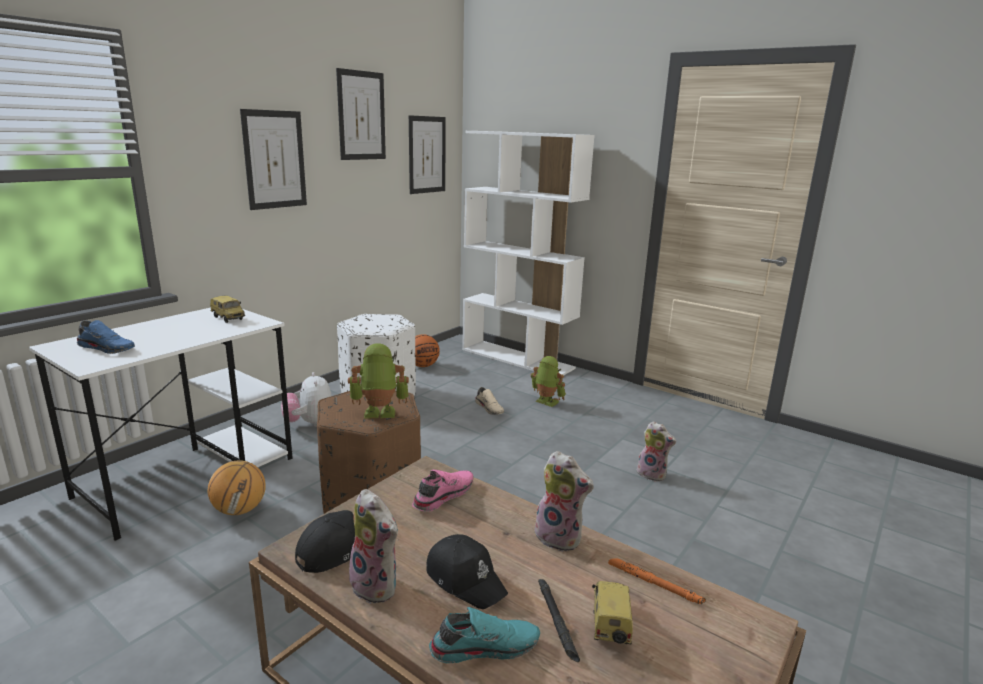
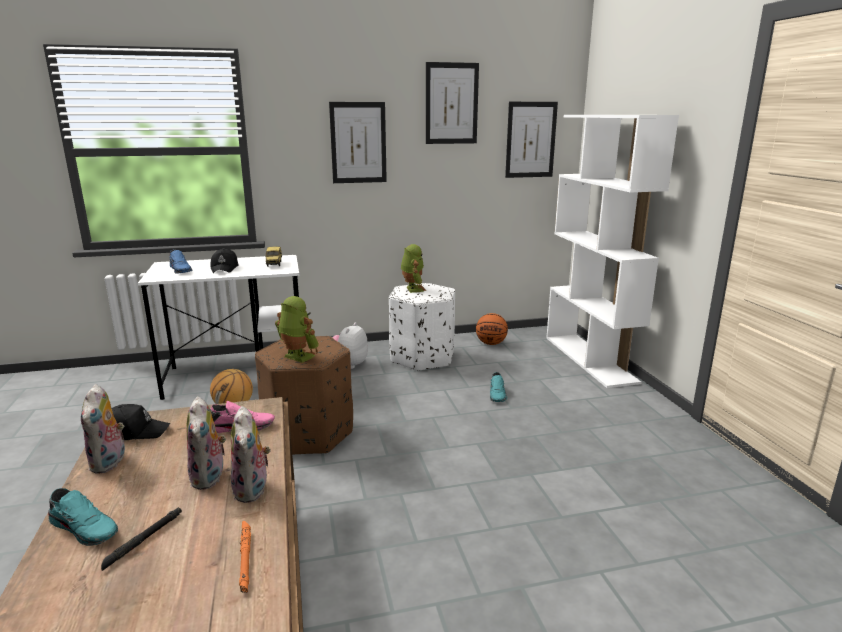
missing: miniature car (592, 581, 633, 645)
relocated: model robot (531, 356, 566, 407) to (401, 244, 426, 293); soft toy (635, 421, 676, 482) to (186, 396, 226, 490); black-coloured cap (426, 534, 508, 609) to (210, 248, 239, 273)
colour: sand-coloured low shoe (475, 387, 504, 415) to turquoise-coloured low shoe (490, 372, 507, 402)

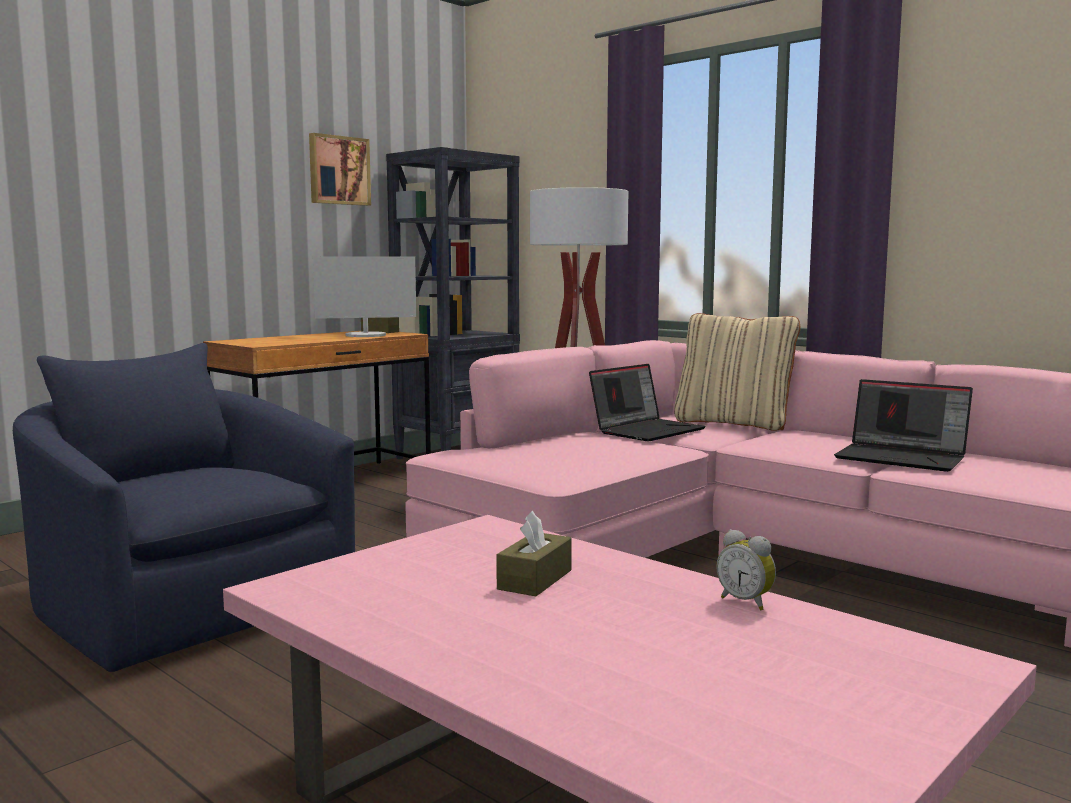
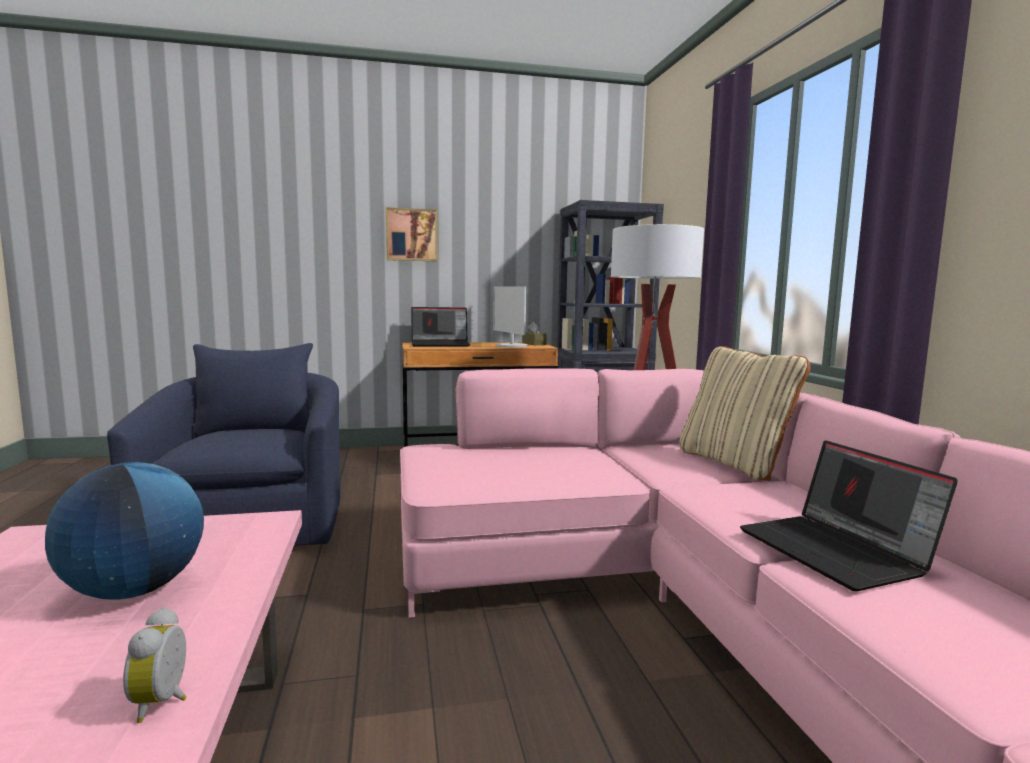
relocated: wall art (309, 133, 371, 206) to (386, 207, 438, 261); portable computer (589, 364, 706, 441) to (411, 307, 470, 347)
exchanged: brown-coloured tissue holder (496, 511, 572, 596) to globe (45, 462, 204, 599)
spun: monitor (313, 256, 416, 337) = (493, 286, 527, 347) 45 degrees clockwise

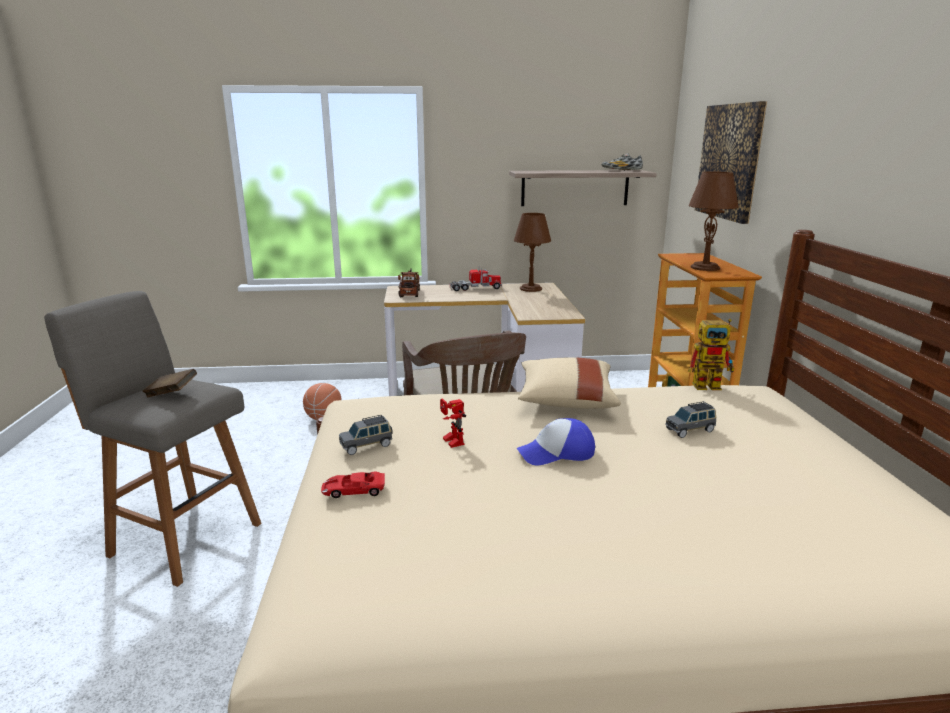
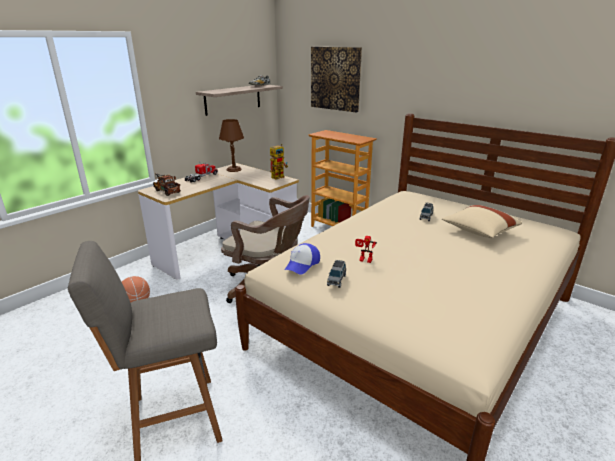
missing: brown-coloured lamp for a table (689, 171, 739, 271); brown-coloured volume (142, 369, 197, 397); reddish miniature car (321, 472, 385, 498)
relocated: model robot (688, 319, 735, 390) to (270, 144, 288, 180); sand-coloured cushion (518, 357, 621, 409) to (442, 205, 522, 238); cap (517, 418, 595, 466) to (285, 243, 320, 275)

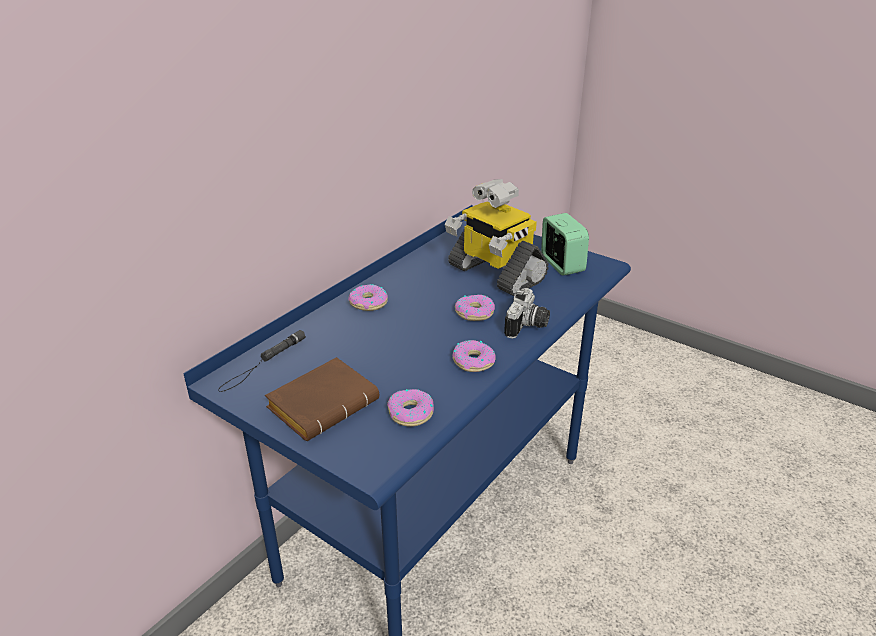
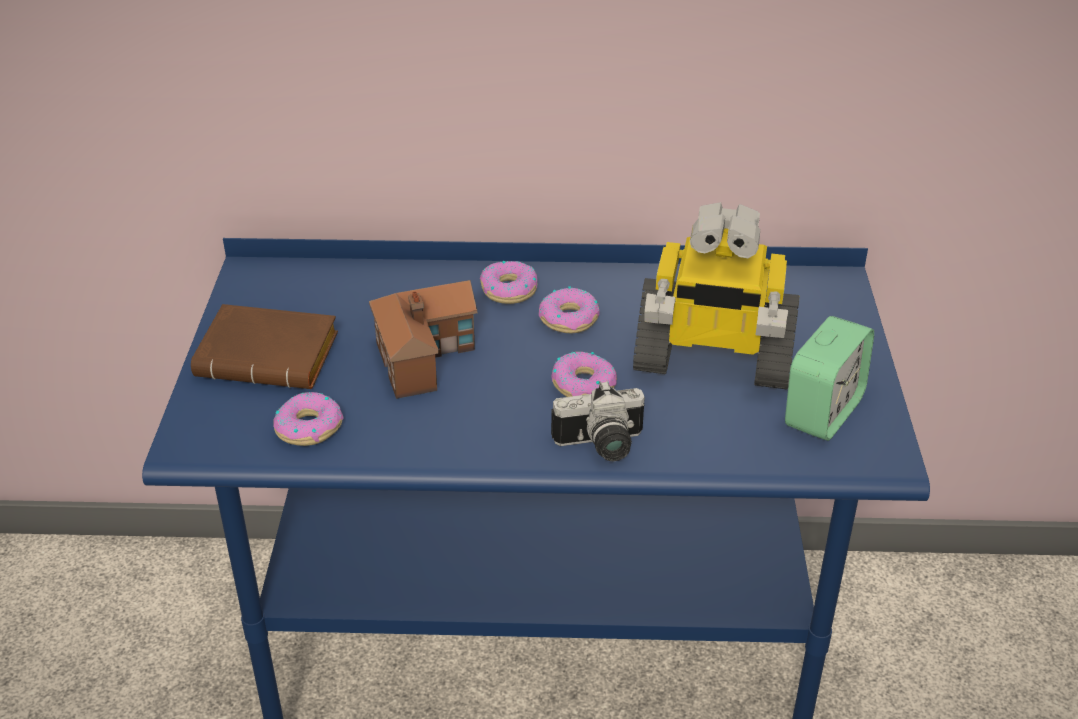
missing: black-coloured torch (218, 330, 306, 392)
appeared: miniature house (369, 280, 477, 399)
relocated: donut (452, 340, 496, 372) to (539, 286, 600, 333)
spun: model robot (445, 179, 548, 296) = (633, 202, 800, 389) 90 degrees counterclockwise

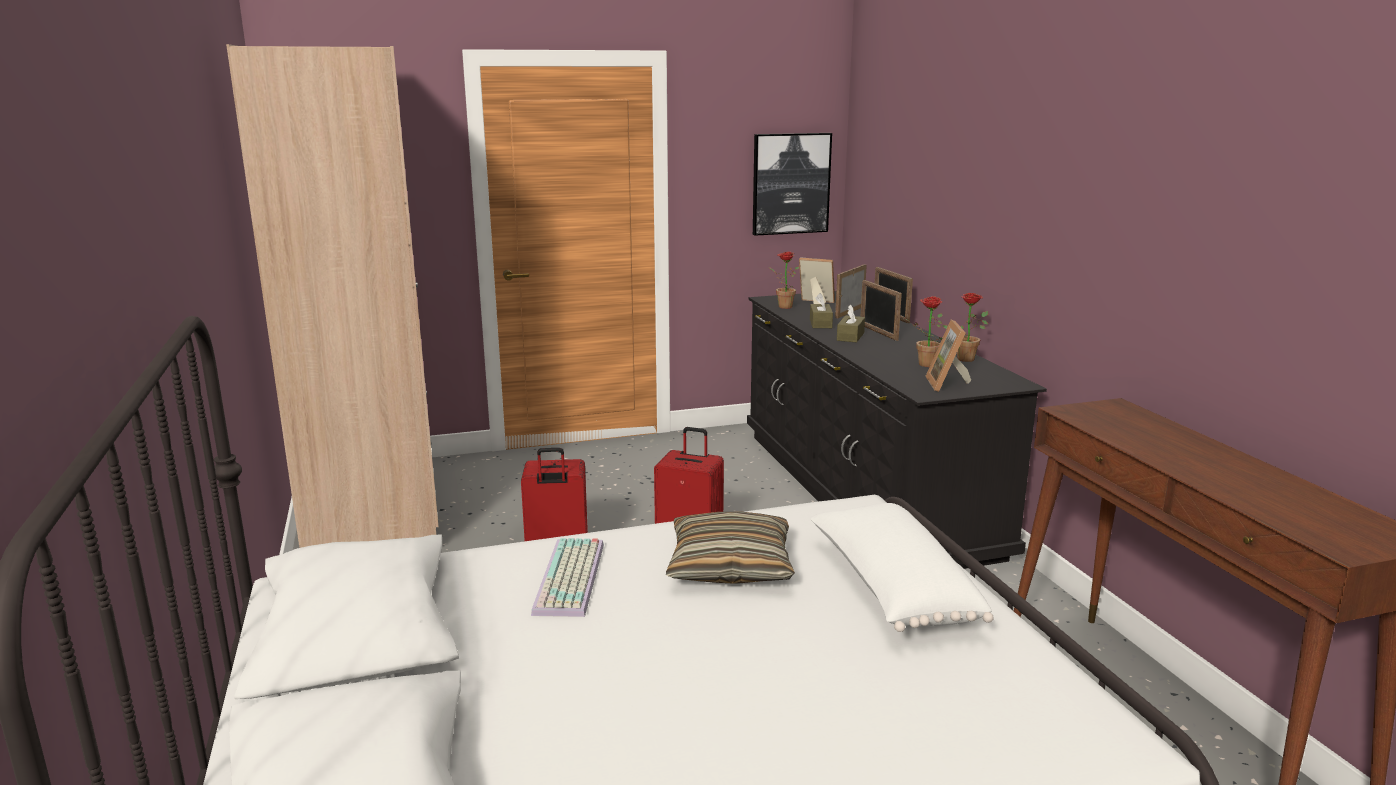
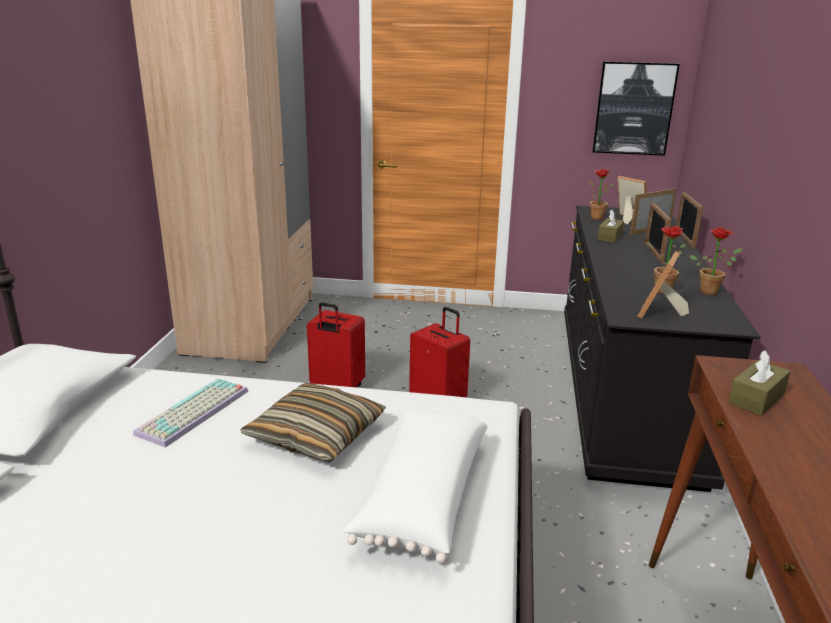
relocated: brown-coloured tissue holder (837, 305, 865, 343) to (728, 350, 791, 416)

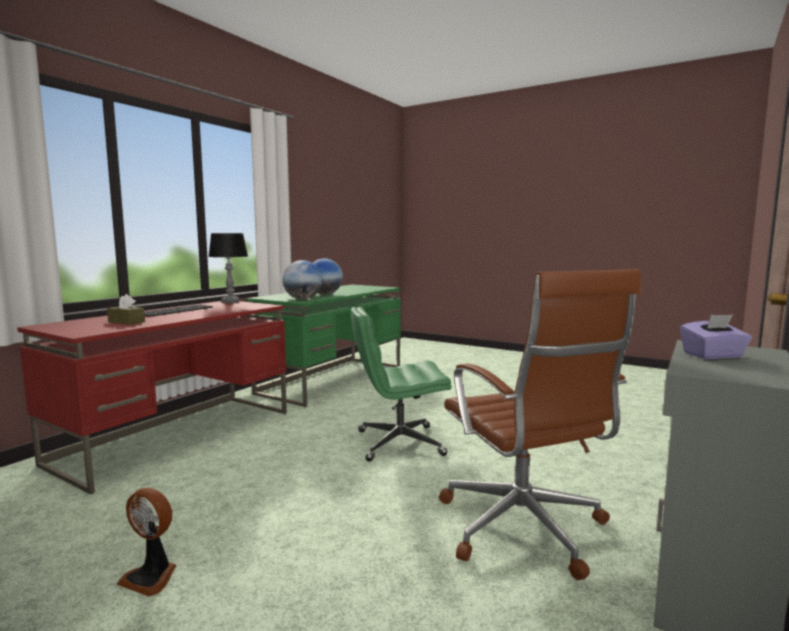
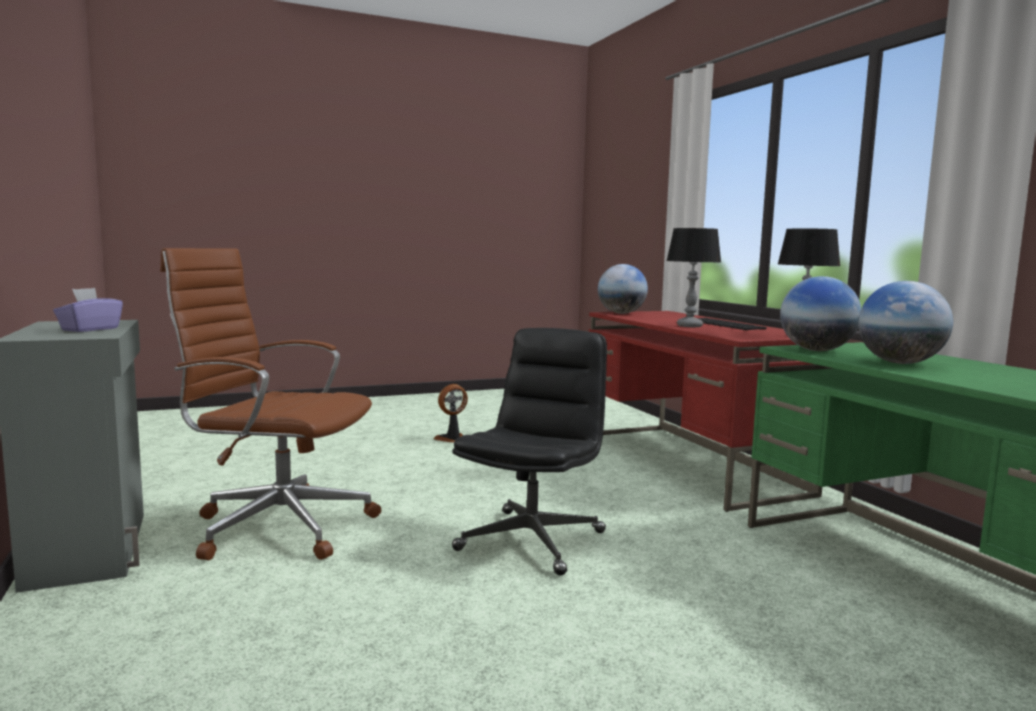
missing: brown-coloured tissue holder (107, 294, 145, 325)
appeared: lamp for a table (666, 228, 721, 327); globe (598, 264, 648, 314)
colour: greenish office chair (351, 306, 452, 462) to black-coloured office chair (452, 328, 607, 575)

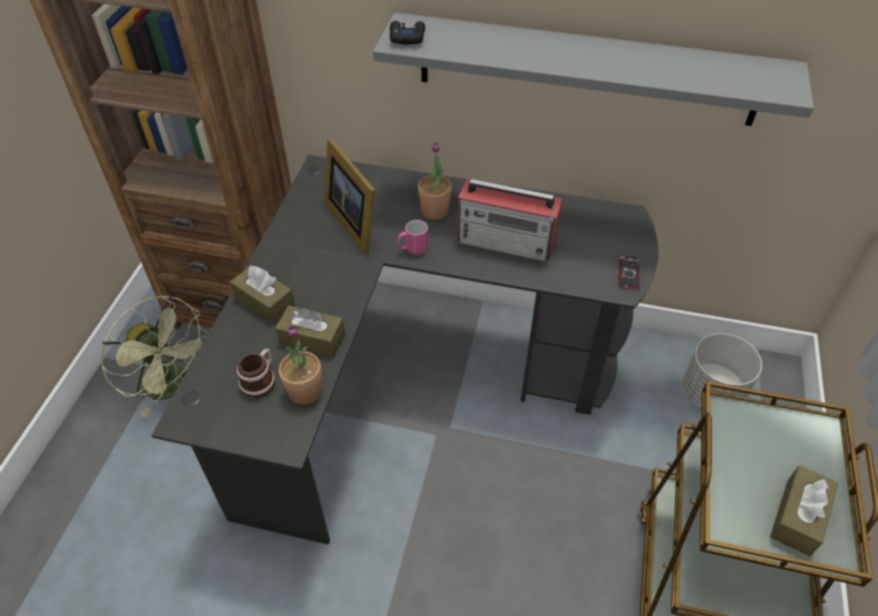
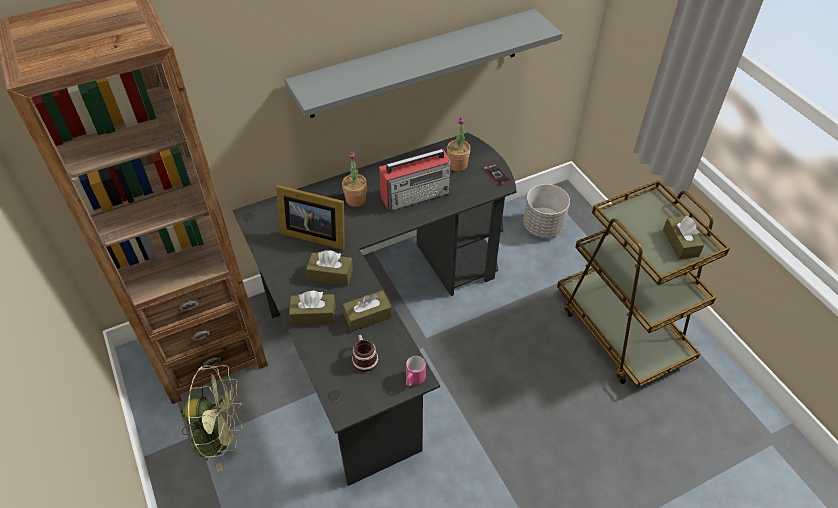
missing: black-coloured joypad (390, 21, 425, 45)
appeared: brown-coloured tissue holder (306, 250, 353, 286)
relocated: pink mug (397, 220, 428, 255) to (406, 356, 426, 386); houseplant (279, 325, 322, 405) to (447, 117, 471, 171)

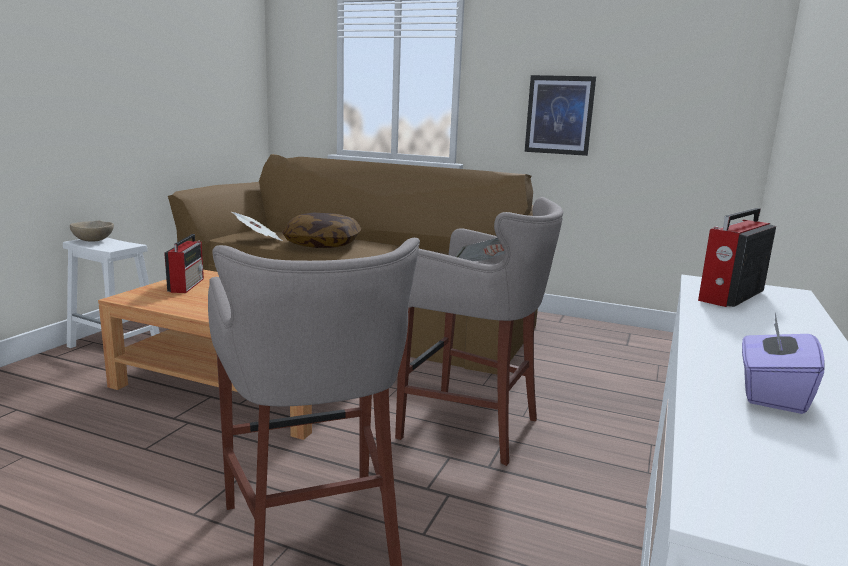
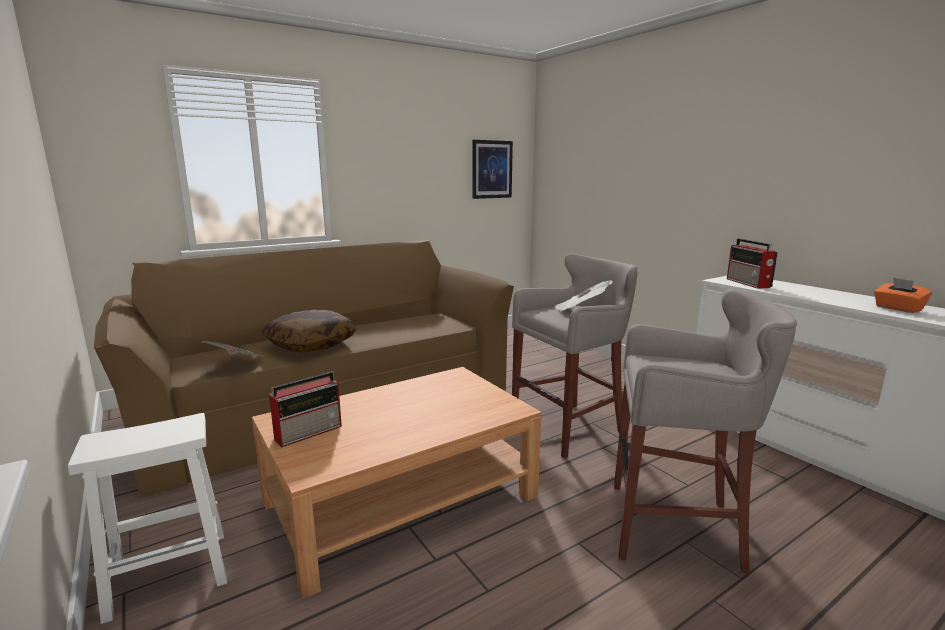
missing: sand-coloured deep dish (70, 221, 114, 242)
relocated: wall art (525, 75, 596, 156) to (472, 140, 513, 199)
colour: purplish tissue holder (742, 312, 825, 414) to orangey tissue holder (874, 277, 933, 313)
spun: radio receiver (164, 234, 204, 293) = (269, 371, 342, 448) 105 degrees clockwise

